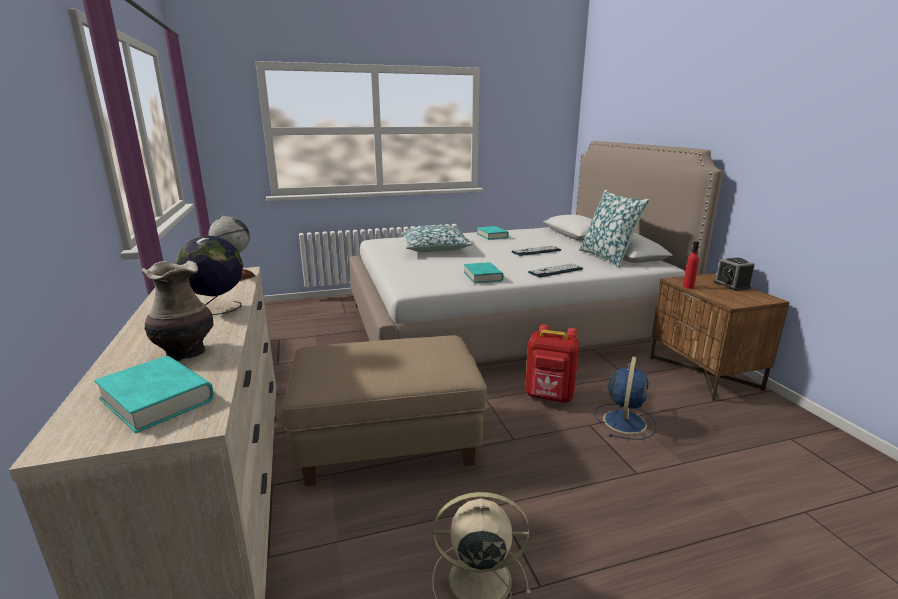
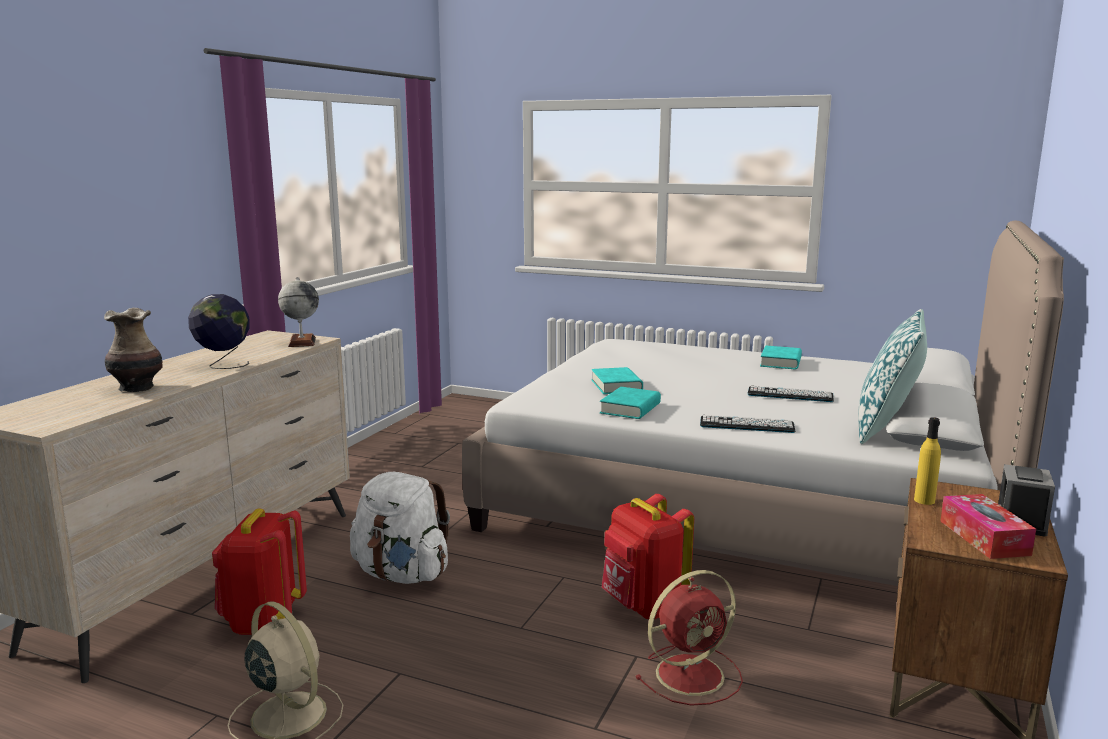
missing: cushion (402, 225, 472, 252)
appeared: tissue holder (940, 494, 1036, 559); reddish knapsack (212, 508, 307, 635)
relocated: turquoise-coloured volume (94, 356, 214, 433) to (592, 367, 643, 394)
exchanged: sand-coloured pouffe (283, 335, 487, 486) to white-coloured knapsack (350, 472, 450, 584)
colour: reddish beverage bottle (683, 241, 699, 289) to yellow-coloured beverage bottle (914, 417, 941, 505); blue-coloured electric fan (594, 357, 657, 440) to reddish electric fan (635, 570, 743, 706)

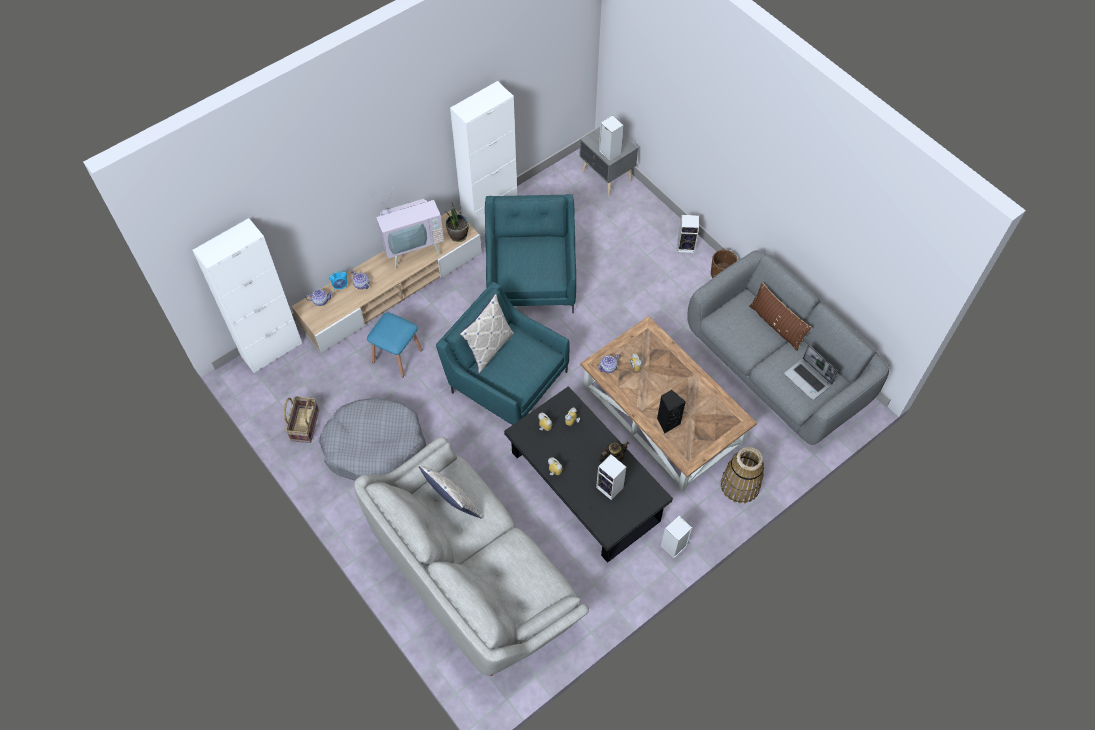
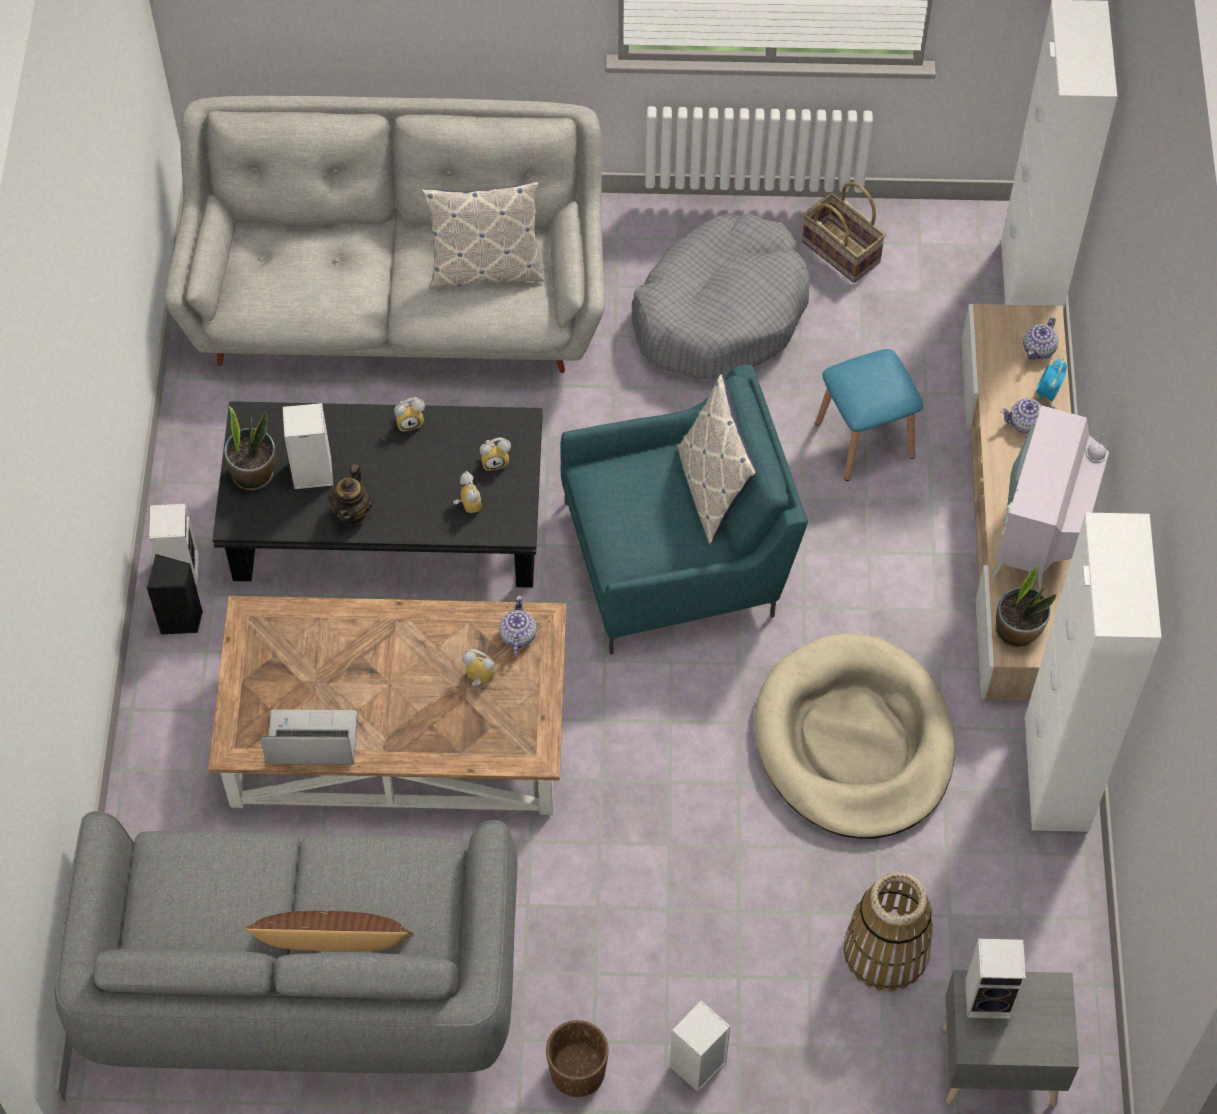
appeared: houseplant (224, 406, 276, 490)
relocated: portable computer (784, 344, 838, 400) to (260, 709, 357, 765); black-coloured audio speaker (657, 390, 686, 433) to (147, 554, 203, 635); basket (721, 447, 764, 503) to (844, 872, 933, 991)
exchanged: turquoise-coloured armchair (485, 194, 576, 313) to sand-coloured dog bed (754, 633, 955, 839)

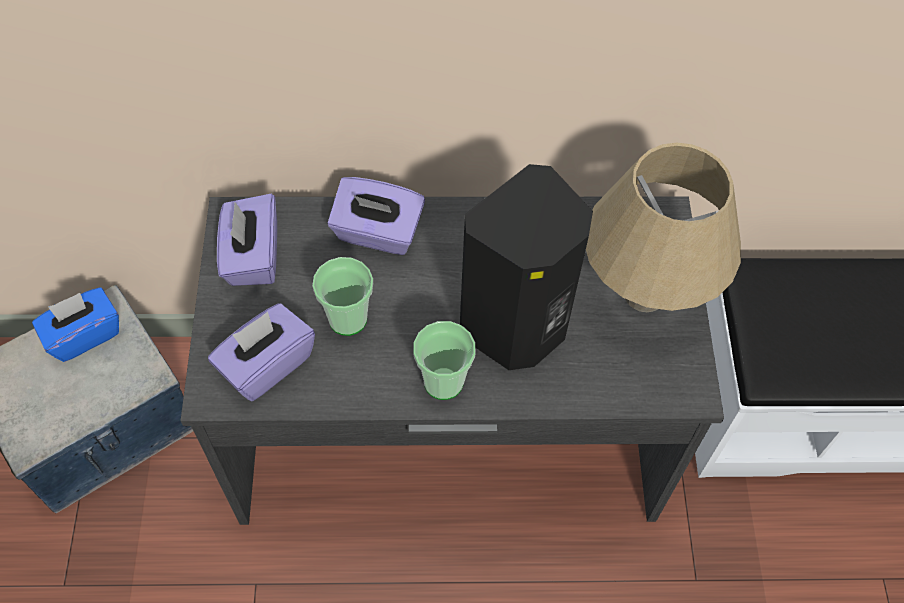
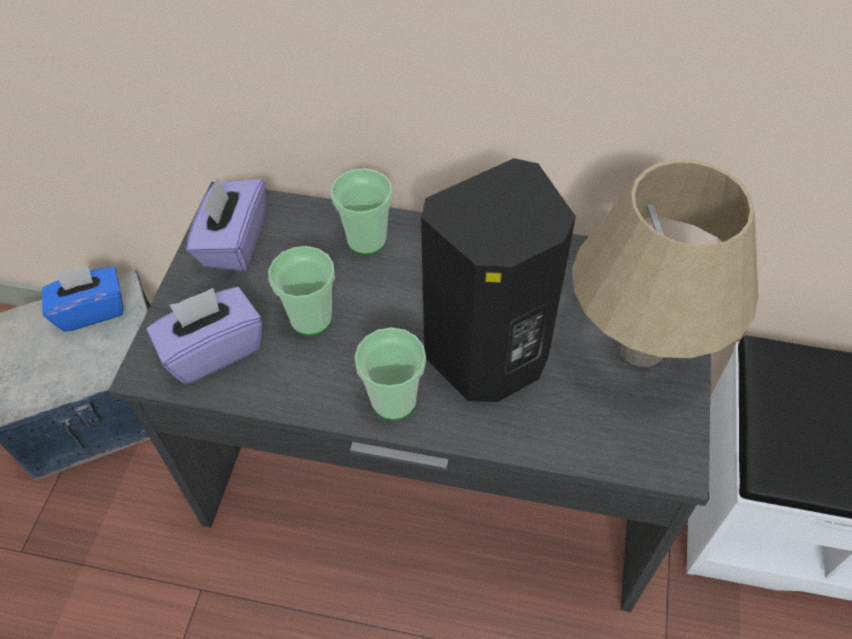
exchanged: purplish tissue holder (328, 177, 425, 255) to small cup (331, 168, 392, 255)

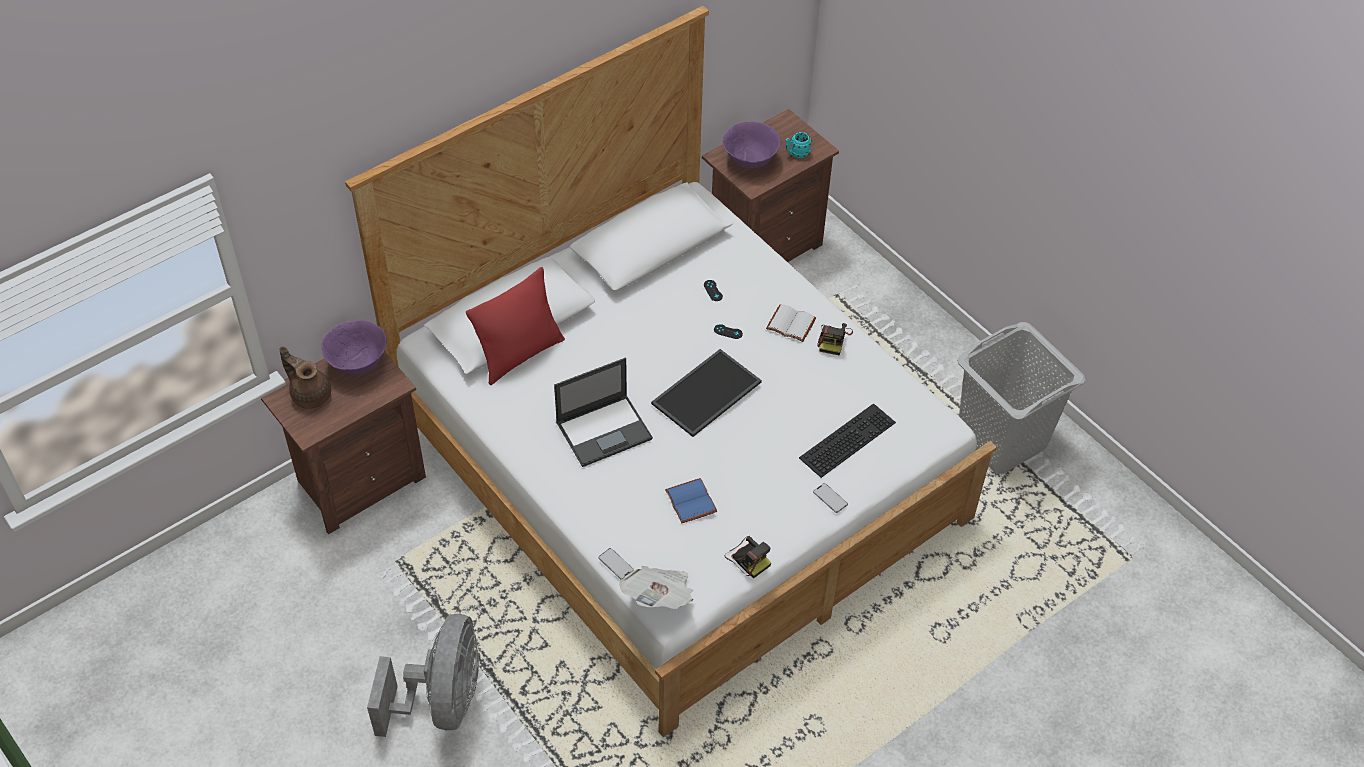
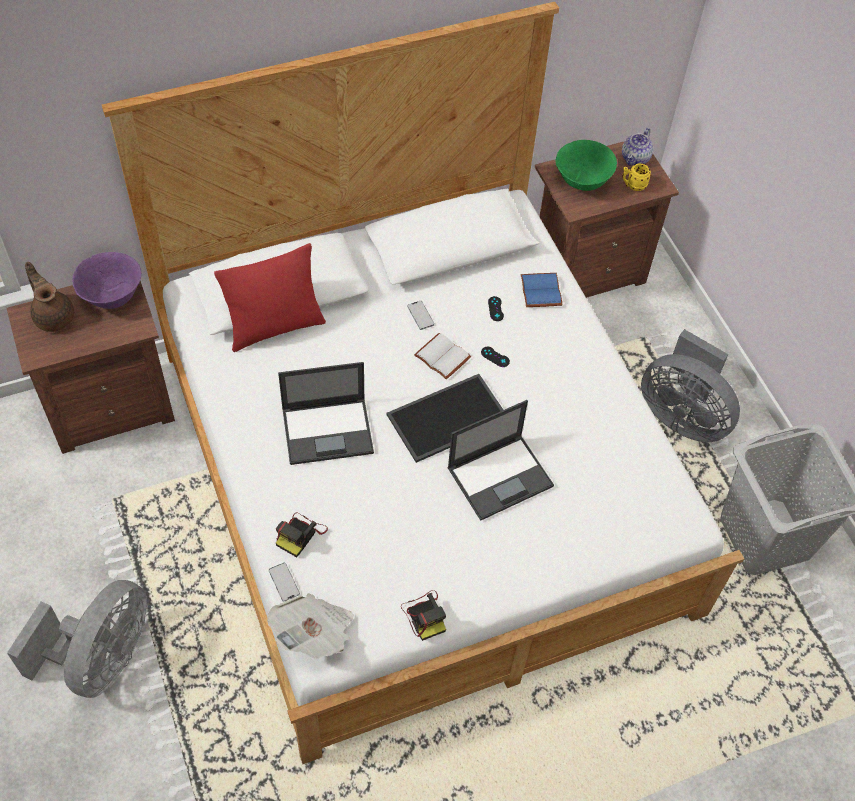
missing: keyboard (799, 403, 896, 478)
appeared: teapot (622, 128, 653, 166); gray electric fan (641, 329, 740, 442); portable computer (447, 400, 554, 521)
relocated: white-coloured volume (766, 304, 816, 342) to (414, 333, 471, 380); photo camera (817, 323, 853, 355) to (276, 513, 328, 557); blue-coloured volume (665, 478, 717, 523) to (521, 273, 563, 307); handset (813, 483, 848, 513) to (407, 301, 435, 330)
colour: purplish deep dish (723, 122, 780, 168) to greenish deep dish (555, 140, 617, 191); turquoise-coloured mug (786, 132, 812, 158) to yellow-coloured mug (622, 163, 651, 191)

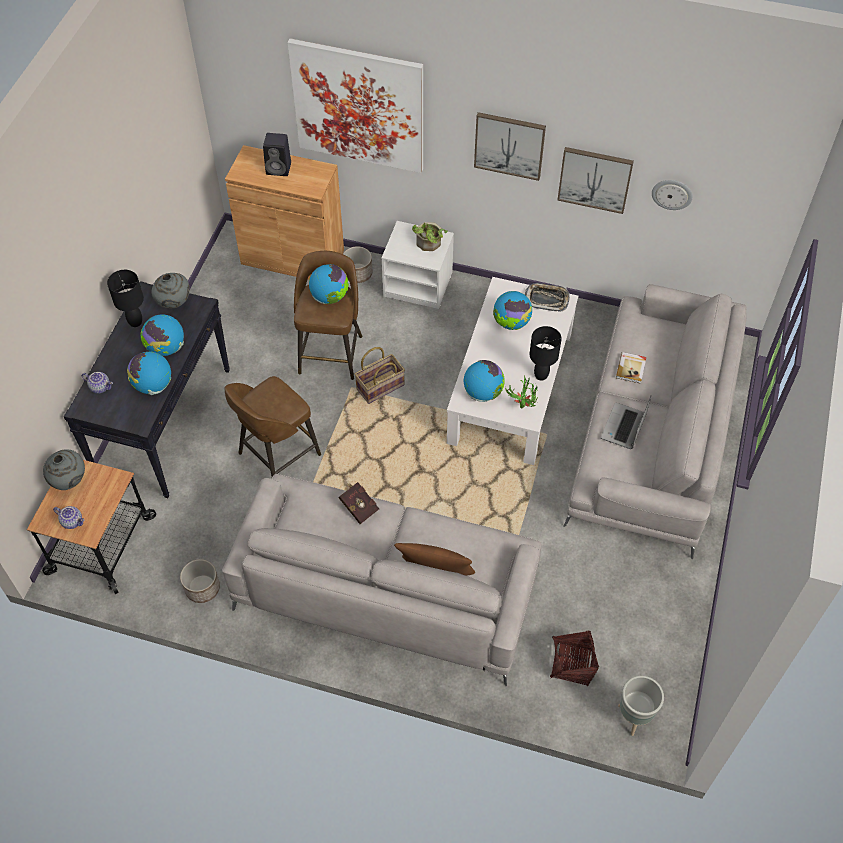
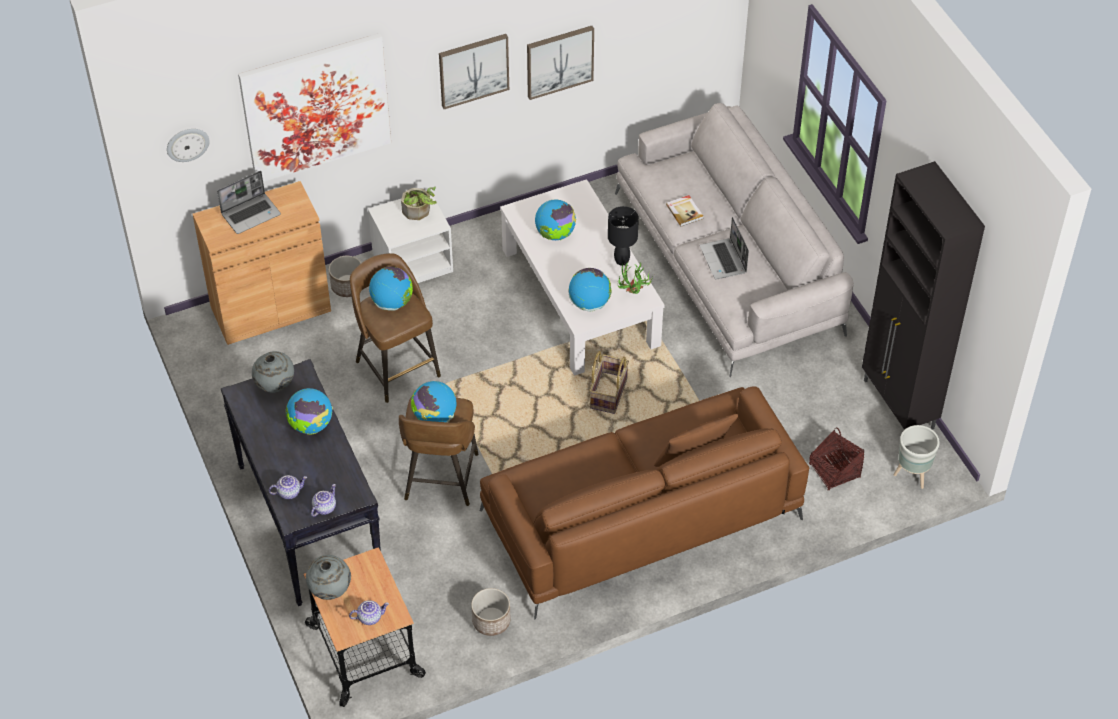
missing: black-coloured lamp for a table (107, 270, 144, 327); carrying tray (525, 283, 570, 312); reddish volume (339, 482, 379, 524)
appeared: black-coloured storage cabinet (862, 161, 985, 430); teapot (311, 484, 336, 517)
relocated: clock on the wall (652, 180, 693, 210) to (167, 129, 210, 162); basket (355, 347, 405, 404) to (589, 351, 629, 414); globe (127, 352, 171, 395) to (411, 381, 457, 422)
exchanged: black-coloured audio speaker (263, 133, 291, 176) to portable computer (217, 171, 281, 234)
colour: gray couch (222, 474, 541, 686) to brown-coloured couch (480, 386, 809, 619)

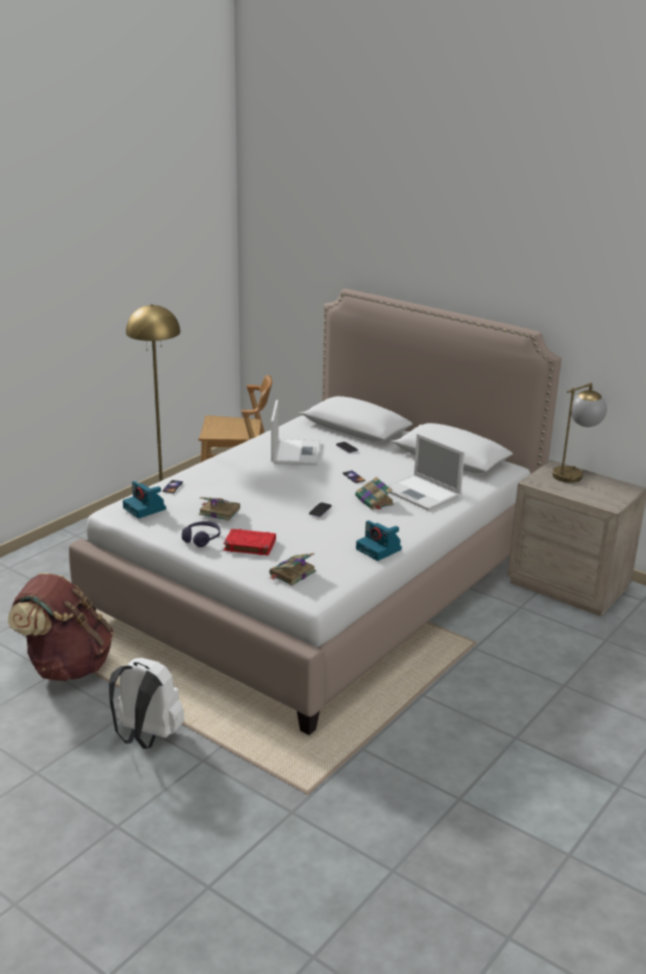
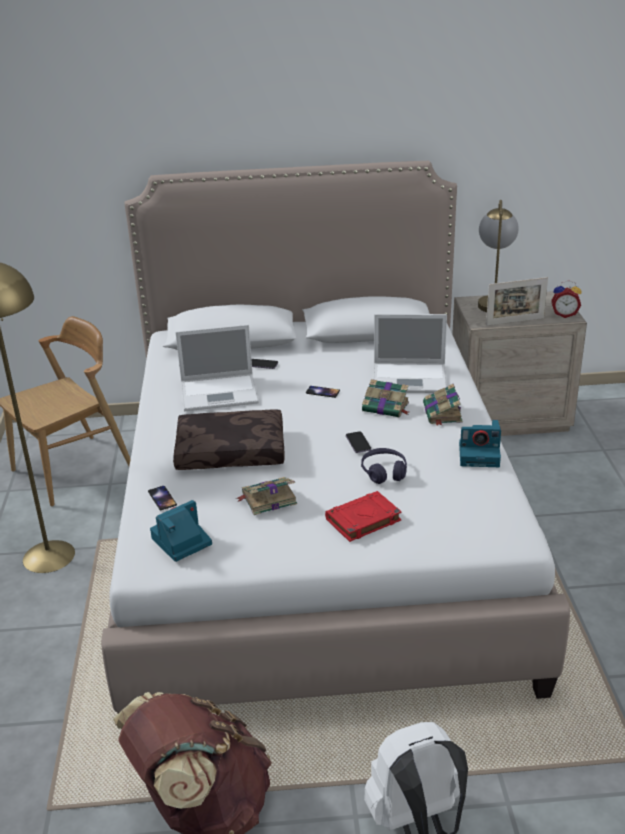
appeared: standing frame (486, 277, 548, 326); table clock (551, 280, 582, 318); brown-coloured cushion (173, 409, 285, 470)
relocated: purplish headset (182, 521, 220, 547) to (361, 448, 407, 484); volume (269, 553, 316, 586) to (423, 384, 463, 426)
spun: portable computer (271, 400, 320, 466) = (176, 324, 259, 411) 120 degrees clockwise; photo camera (123, 481, 166, 519) = (150, 500, 212, 562) 135 degrees clockwise

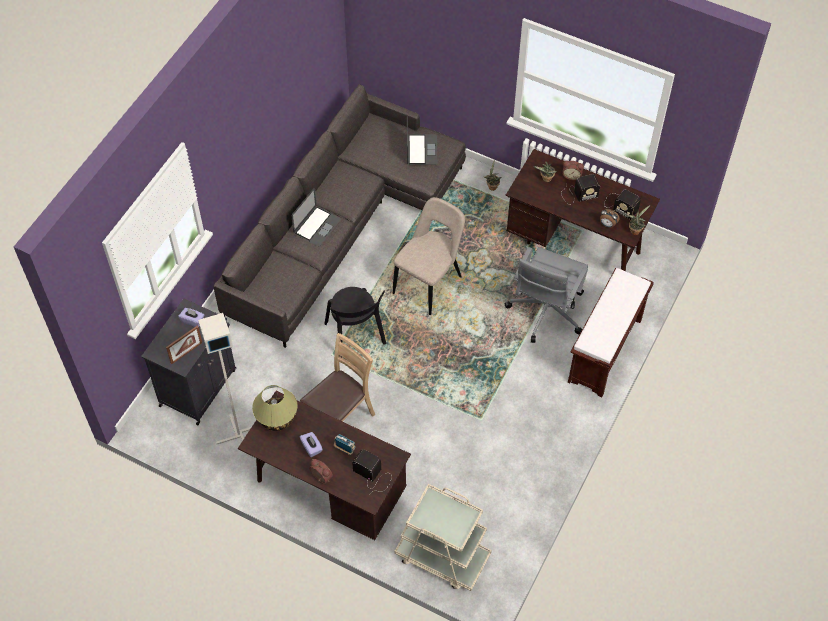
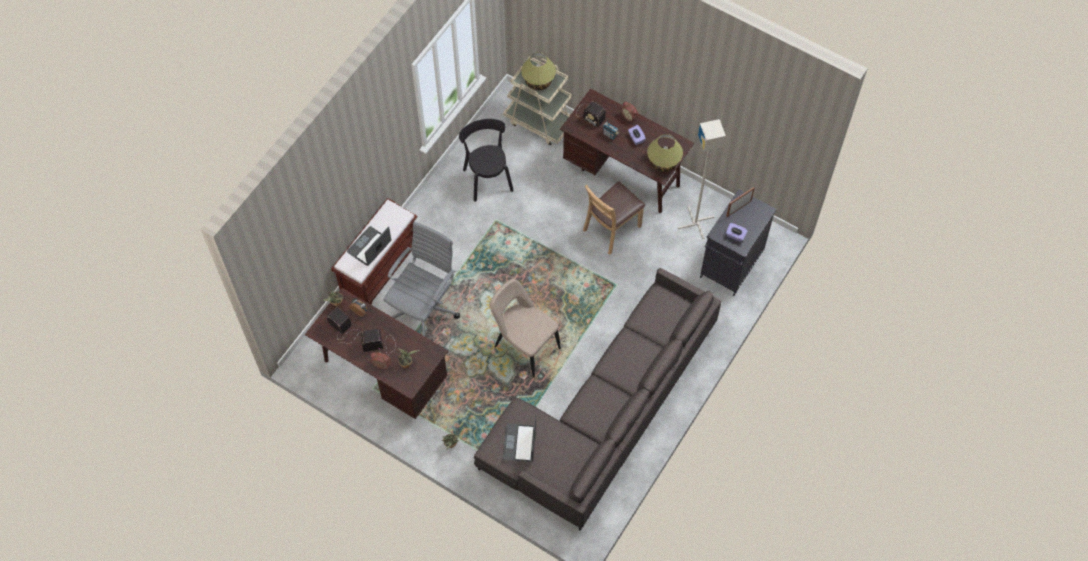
appeared: lamp for a table (521, 52, 556, 90)
relocated: portable computer (291, 188, 341, 246) to (347, 226, 391, 266); black-coloured upright chair (324, 287, 386, 358) to (459, 119, 514, 202)
spun: sand-coloured upright chair (393, 197, 465, 315) = (490, 279, 561, 378) 90 degrees clockwise

